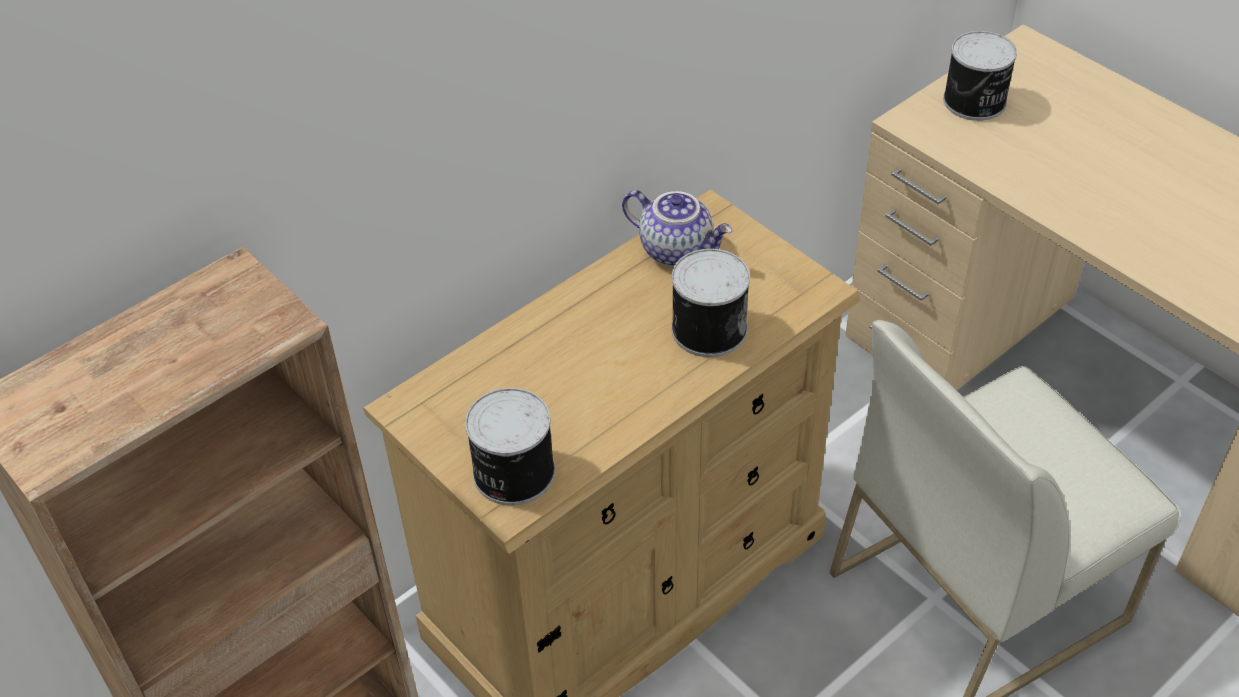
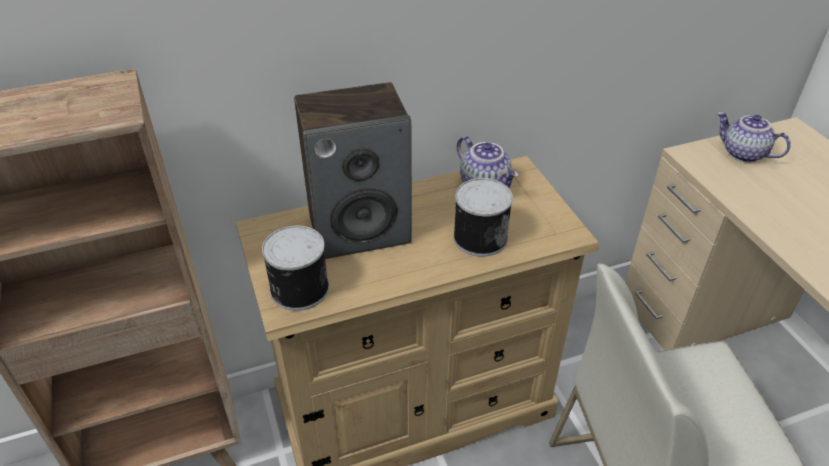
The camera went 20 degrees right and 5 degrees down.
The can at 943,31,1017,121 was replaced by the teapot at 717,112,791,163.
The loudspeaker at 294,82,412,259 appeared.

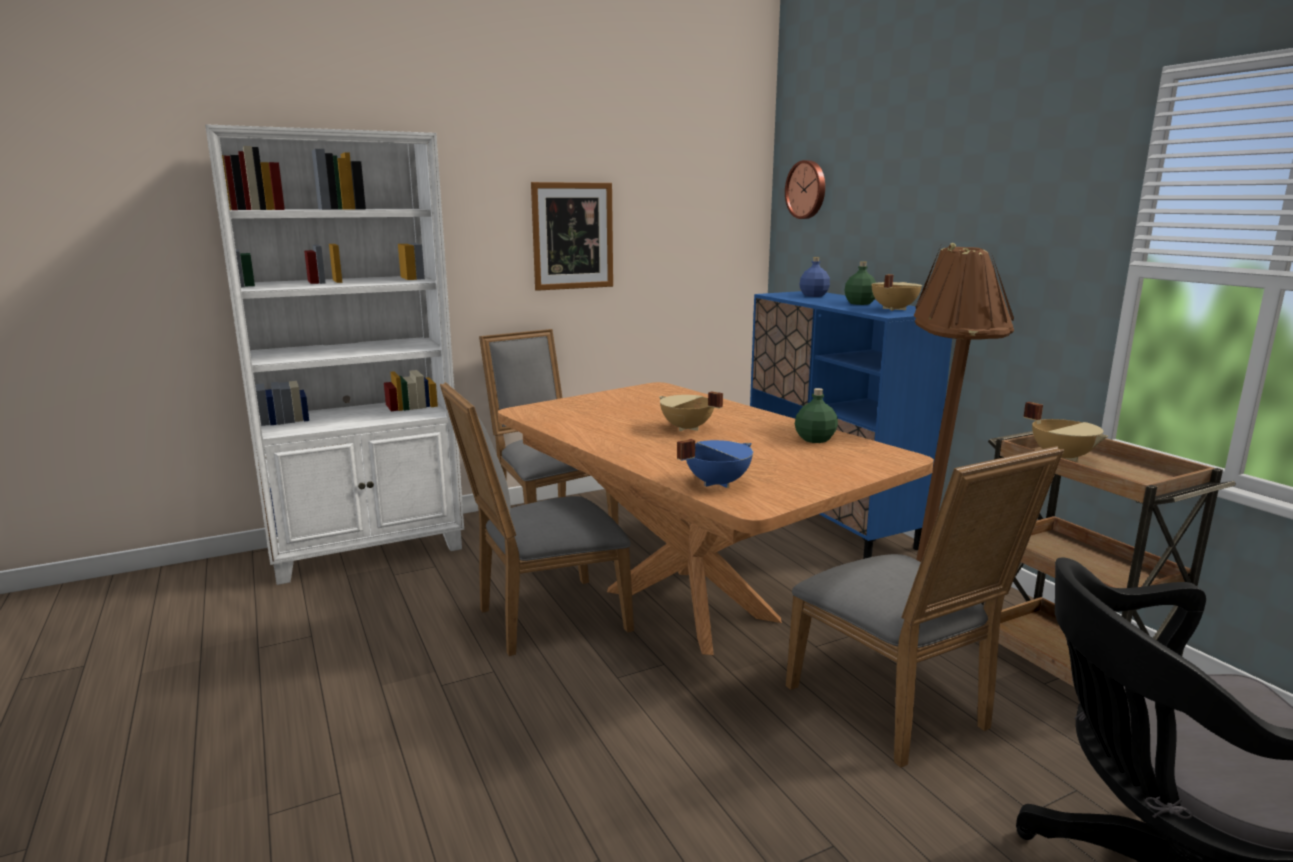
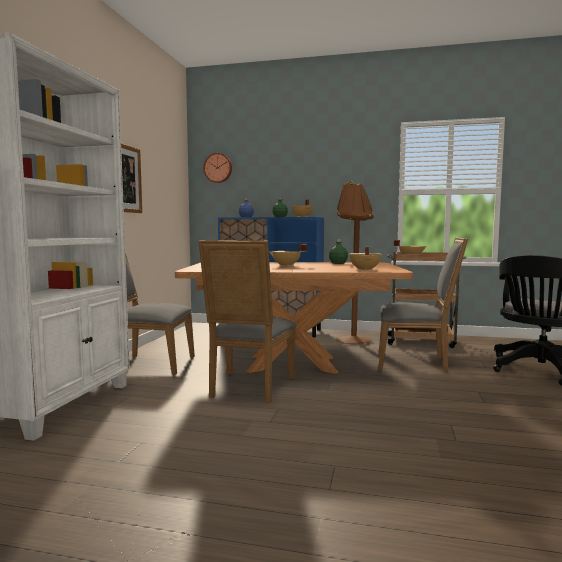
The camera went 50 degrees left and 10 degrees down.
The bluish cooking pot at 677,439,753,488 became the sand-coloured cooking pot at 349,247,382,271.

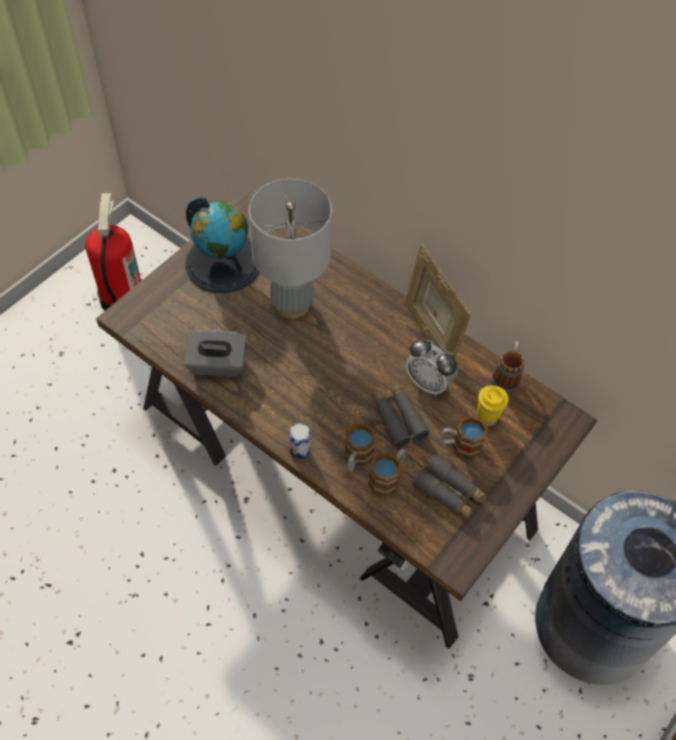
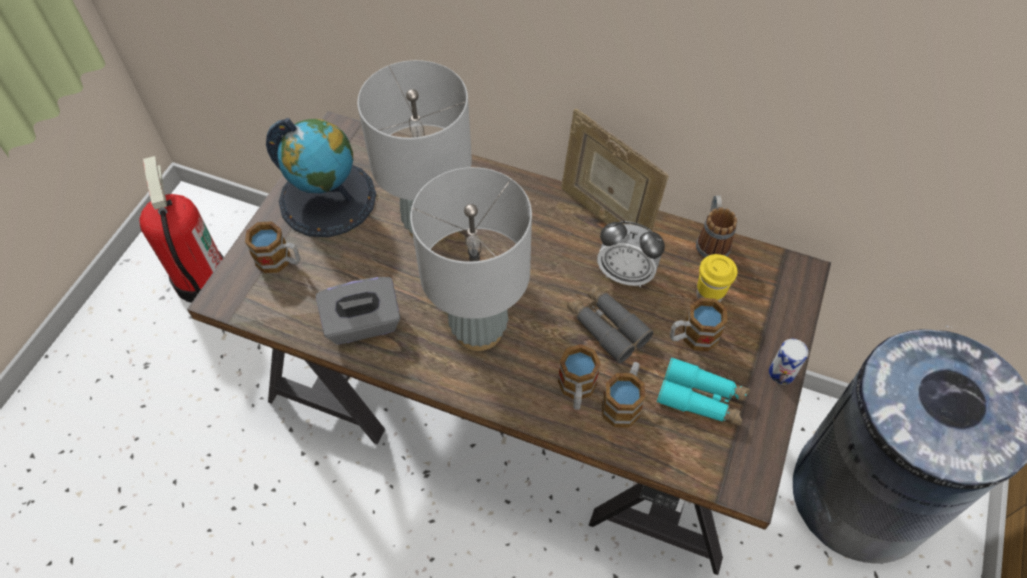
The camera went 15 degrees left and 0 degrees up.
The can moved from 289,423,310,460 to 769,339,809,385.
The greyish pair of binoculars at 412,455,487,520 became the blue-green pair of binoculars at 657,358,751,426.
The greyish lamp for a table at 410,167,532,351 appeared.
The mug at 245,221,300,273 appeared.

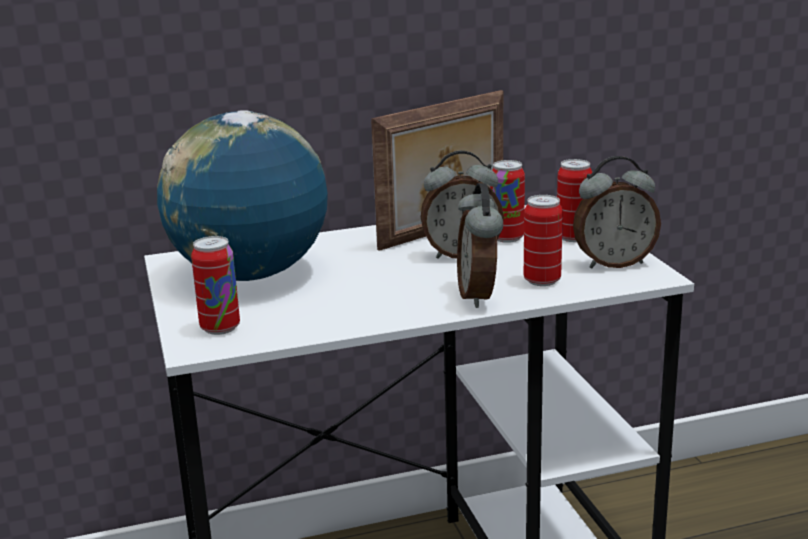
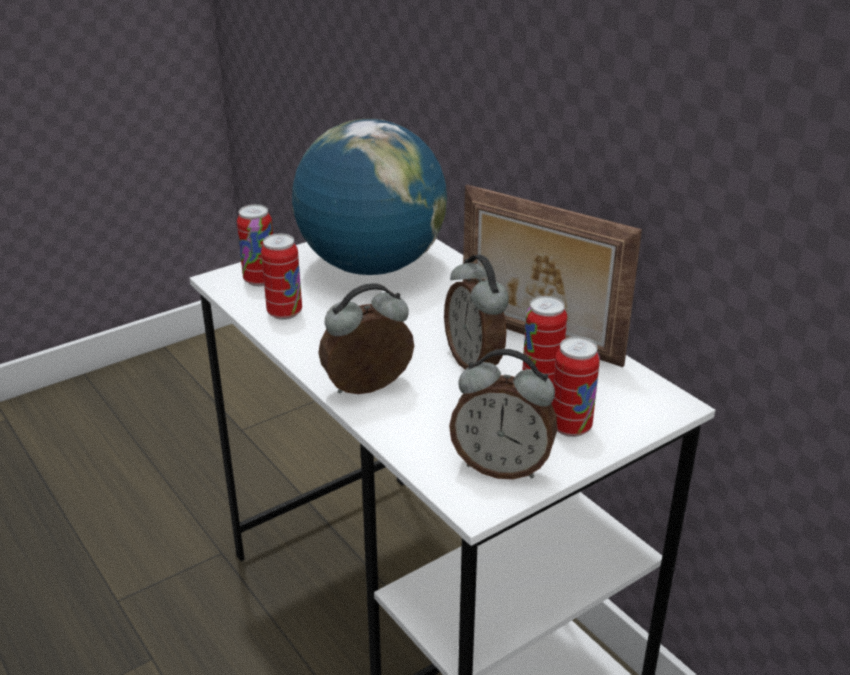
The camera went 70 degrees right and 10 degrees up.
The table clock at 573,156,661,268 turned 45 degrees counterclockwise.
The can moved from 524,195,563,286 to 261,234,302,320.

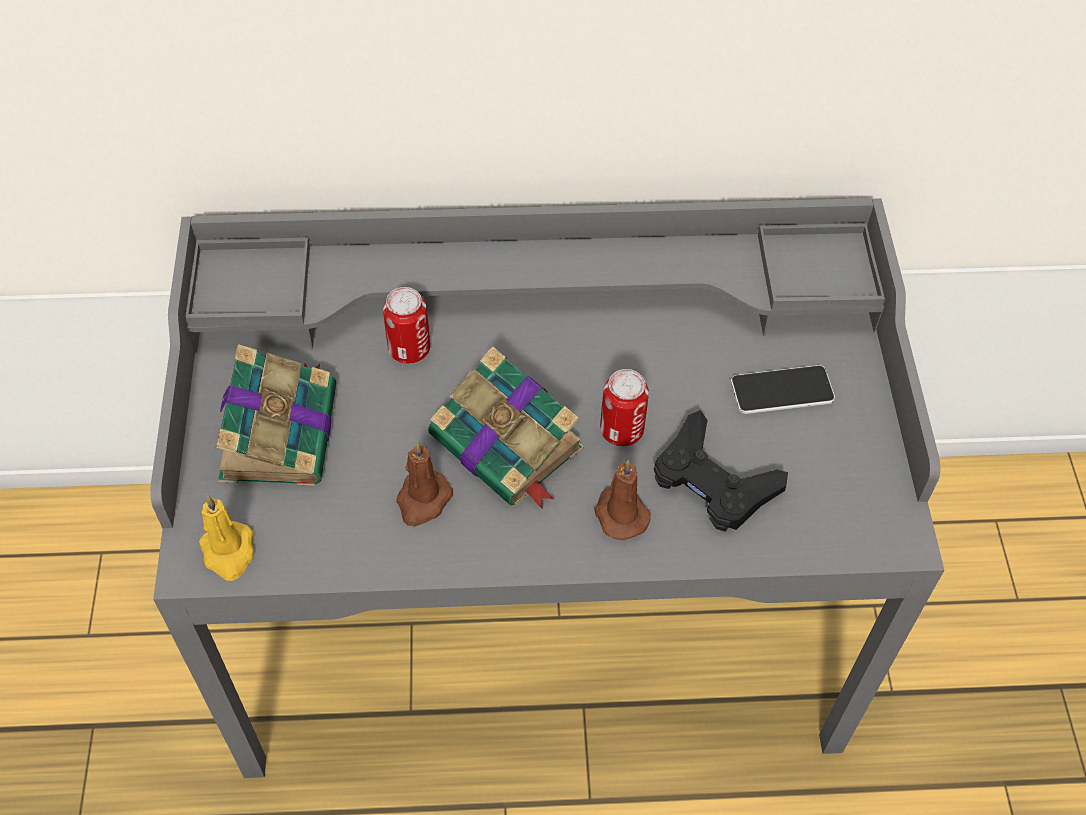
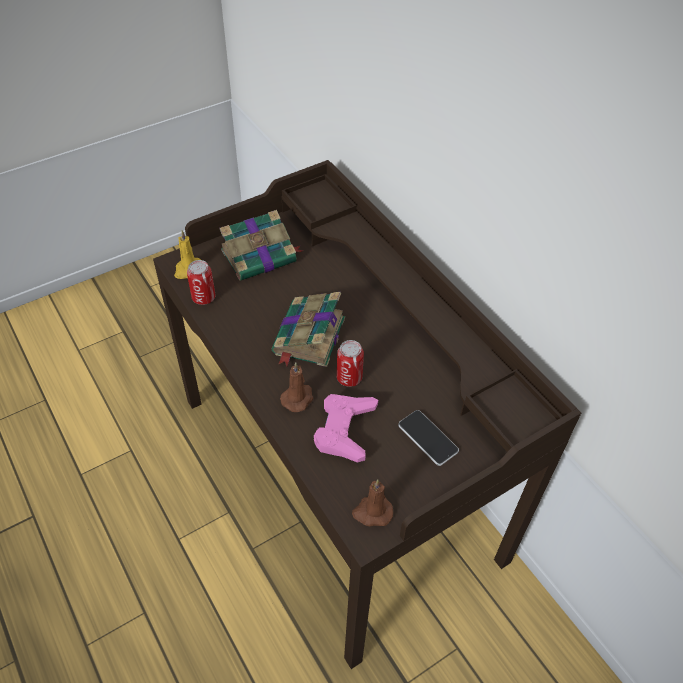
The camera went 60 degrees right and 5 degrees down.
The greyish desk table at 150,198,944,778 became the brown desk table at 153,160,581,669.
The can moved from 383,287,430,364 to 187,260,216,305.
The black-coloured joypad at 654,410,788,532 became the pink-coloured joypad at 314,394,378,463.
The brown candle moved from 396,442,453,526 to 352,479,393,527.

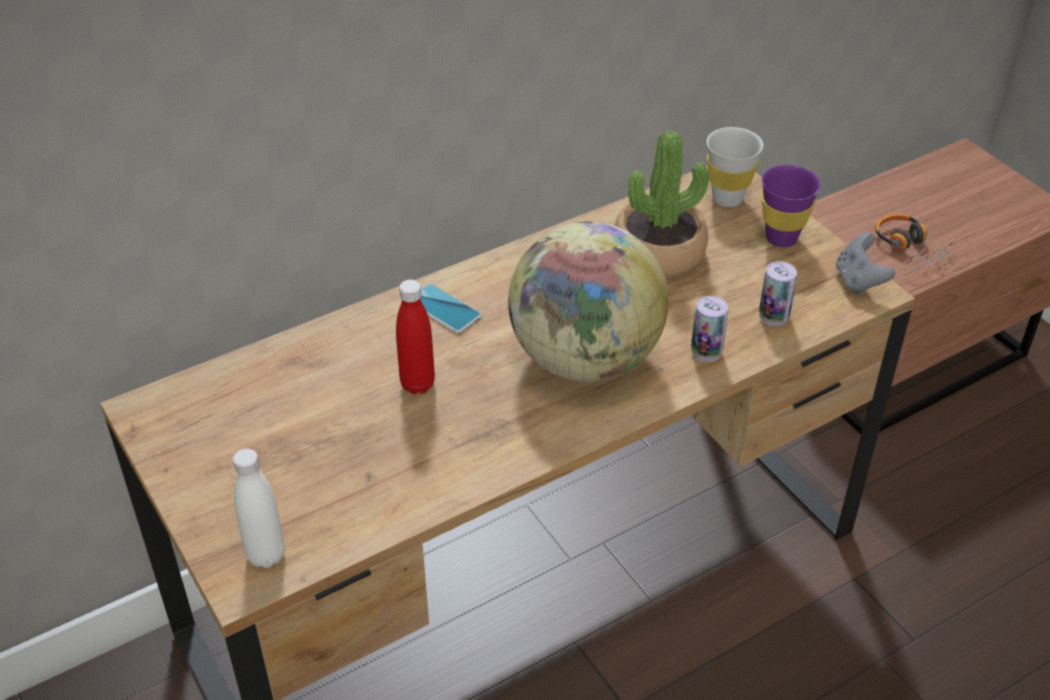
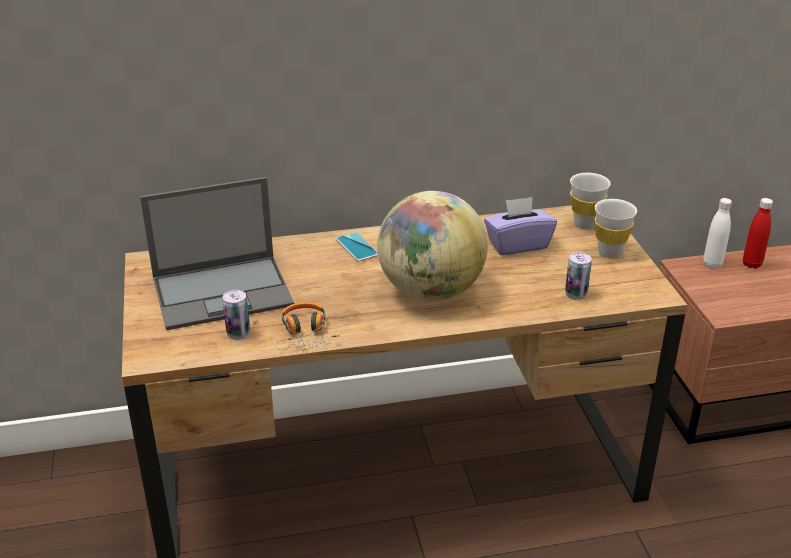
The camera went 20 degrees right and 10 degrees down.
The plant in a pot at 615,130,709,278 was replaced by the purple-coloured tissue holder at 484,197,557,255.
The purple-coloured drinking cup at 761,165,821,247 became the white-coloured drinking cup at 594,199,637,258.
The pair of headphones moved from 875,214,955,271 to 276,302,340,350.
The greyish joypad at 836,233,895,295 disappeared.
The red beverage bottle moved from 396,280,435,394 to 743,198,773,269.
The can moved from 691,296,728,362 to 223,290,250,340.
The white-coloured beverage bottle moved from 233,448,285,568 to 703,198,732,269.
The laptop at 140,177,294,330 appeared.

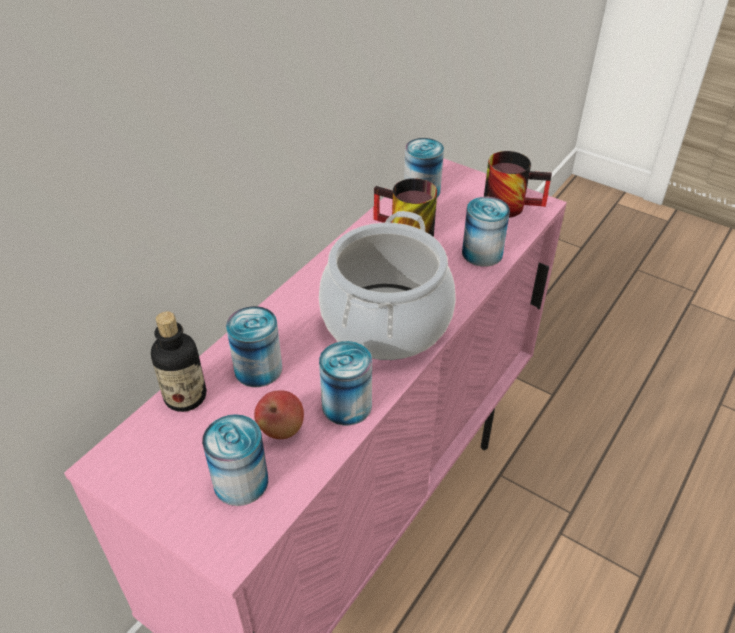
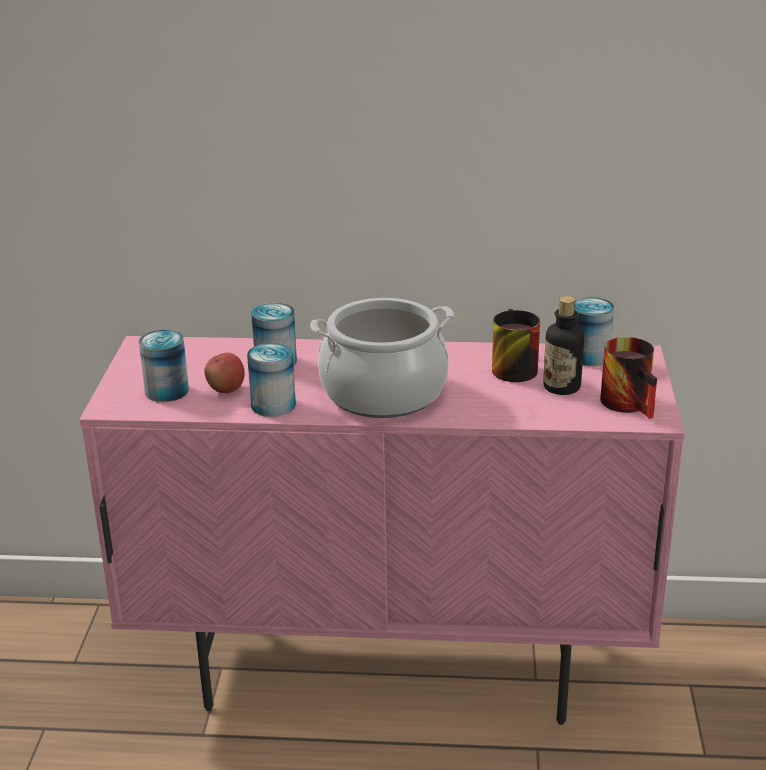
The camera went 60 degrees right and 15 degrees down.
The can at 462,197,510,267 disappeared.
The beverage bottle moved from 151,311,207,412 to 543,296,584,395.

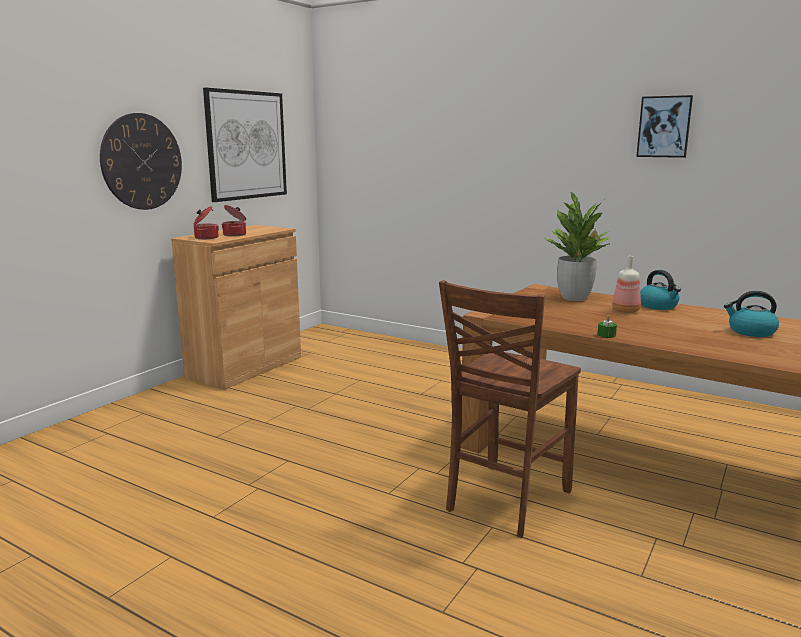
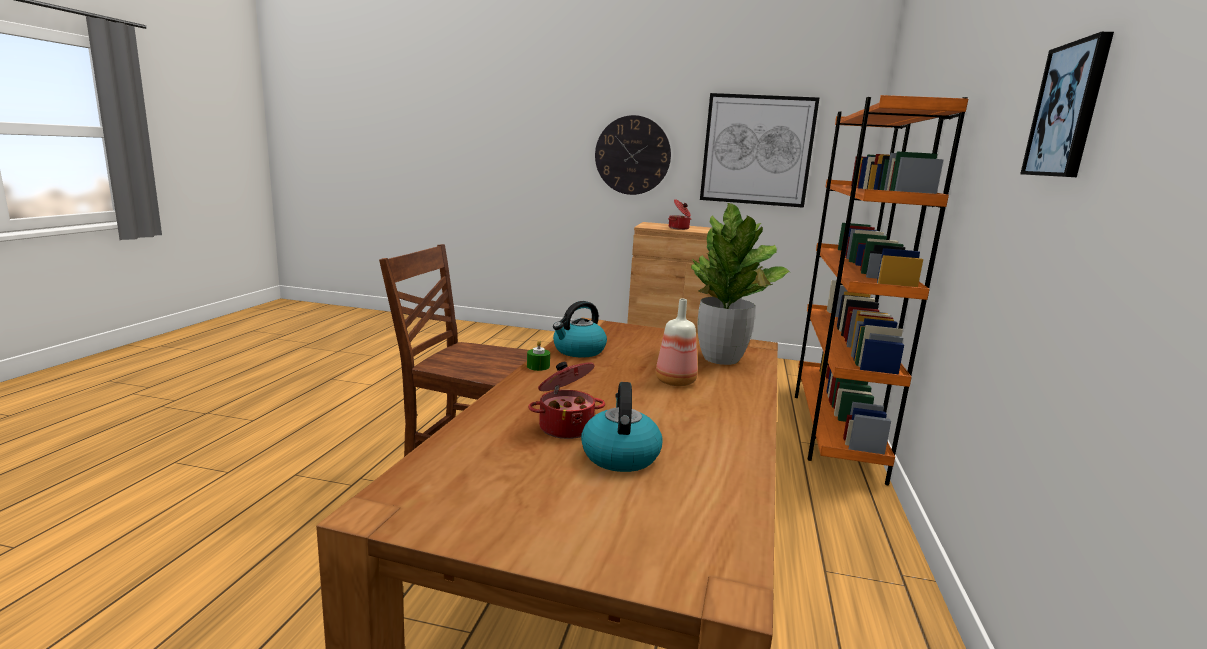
The camera went 70 degrees right and 0 degrees up.
The cooking pot moved from 193,206,219,239 to 528,361,605,439.
The kettle moved from 640,270,681,310 to 553,301,607,357.
The orange bookshelf at 795,95,968,485 appeared.

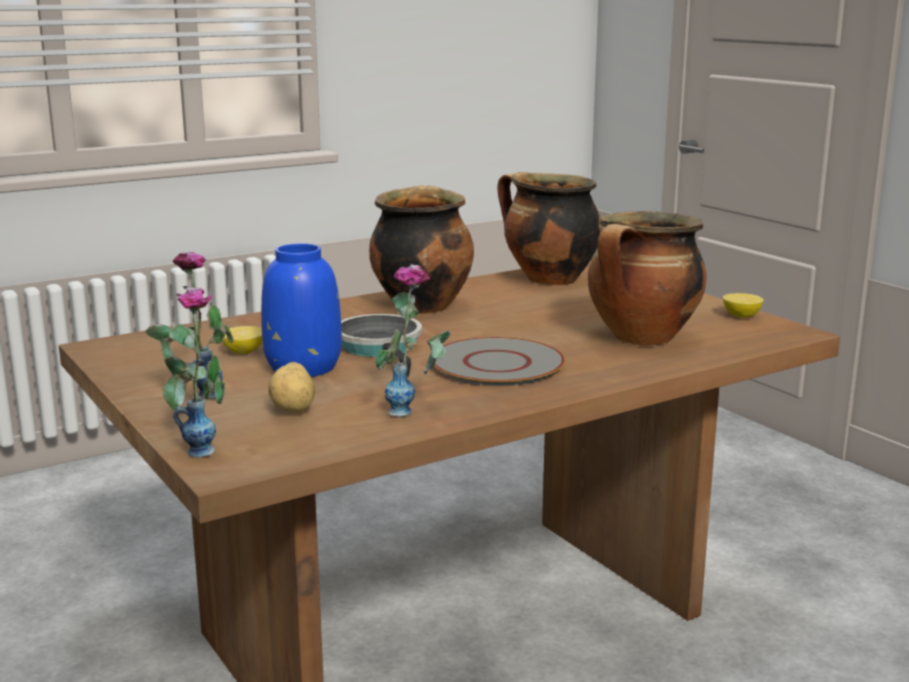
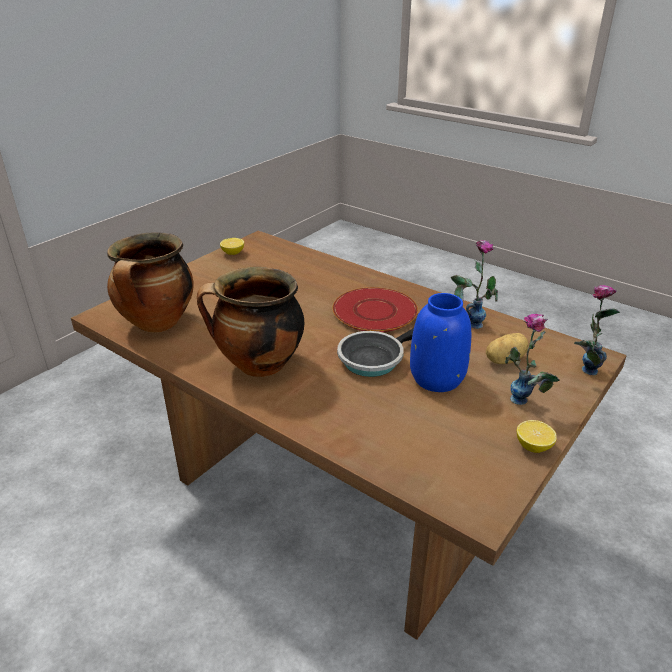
The camera went 110 degrees left and 15 degrees up.
The cooking pot at 588,211,706,346 disappeared.
The citrus fruit moved from 223,326,263,355 to 517,420,557,453.
The greyish flat dish at 434,337,565,386 became the red flat dish at 332,287,418,332.

